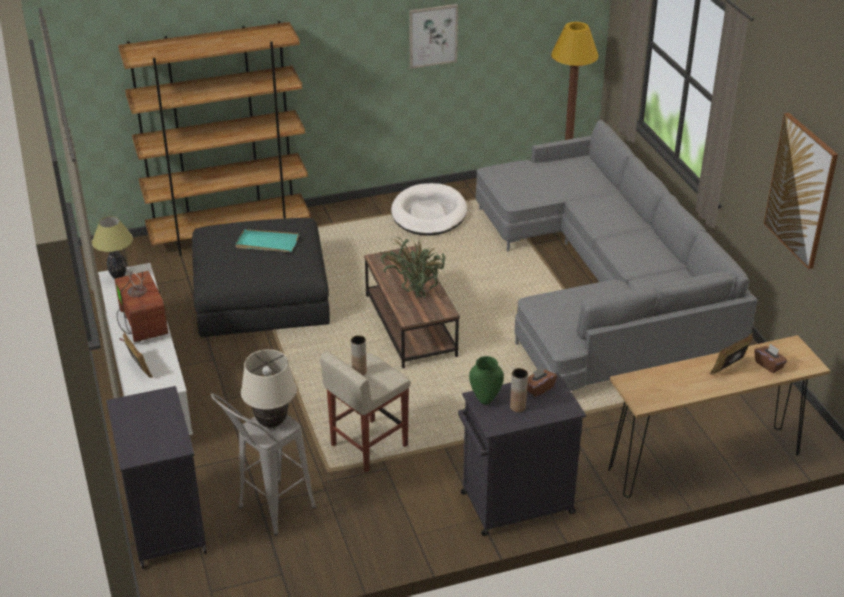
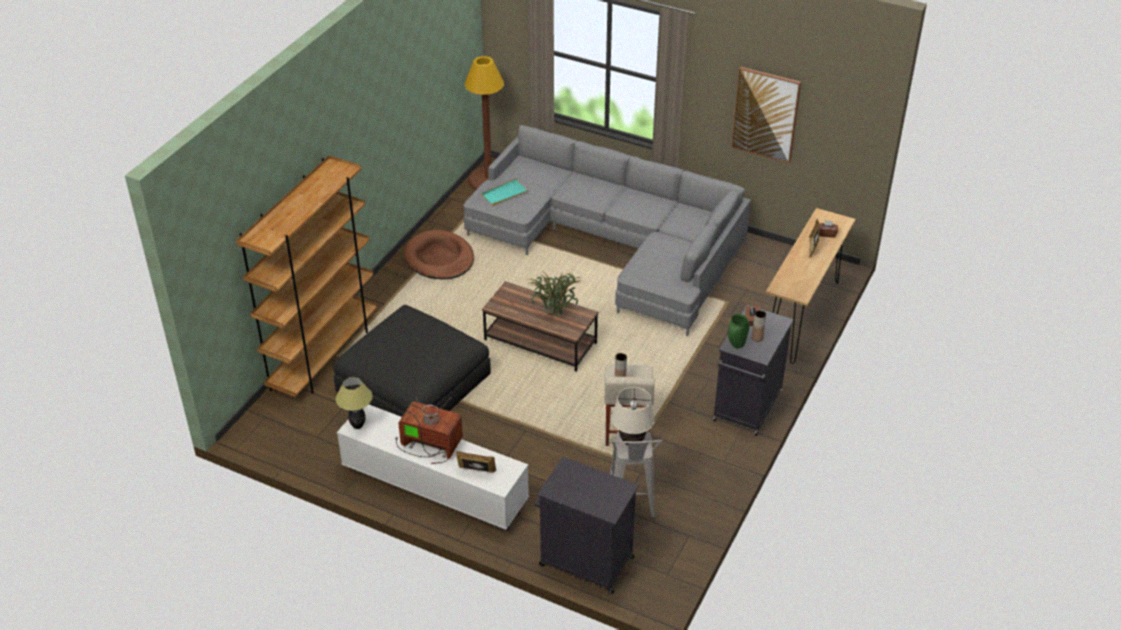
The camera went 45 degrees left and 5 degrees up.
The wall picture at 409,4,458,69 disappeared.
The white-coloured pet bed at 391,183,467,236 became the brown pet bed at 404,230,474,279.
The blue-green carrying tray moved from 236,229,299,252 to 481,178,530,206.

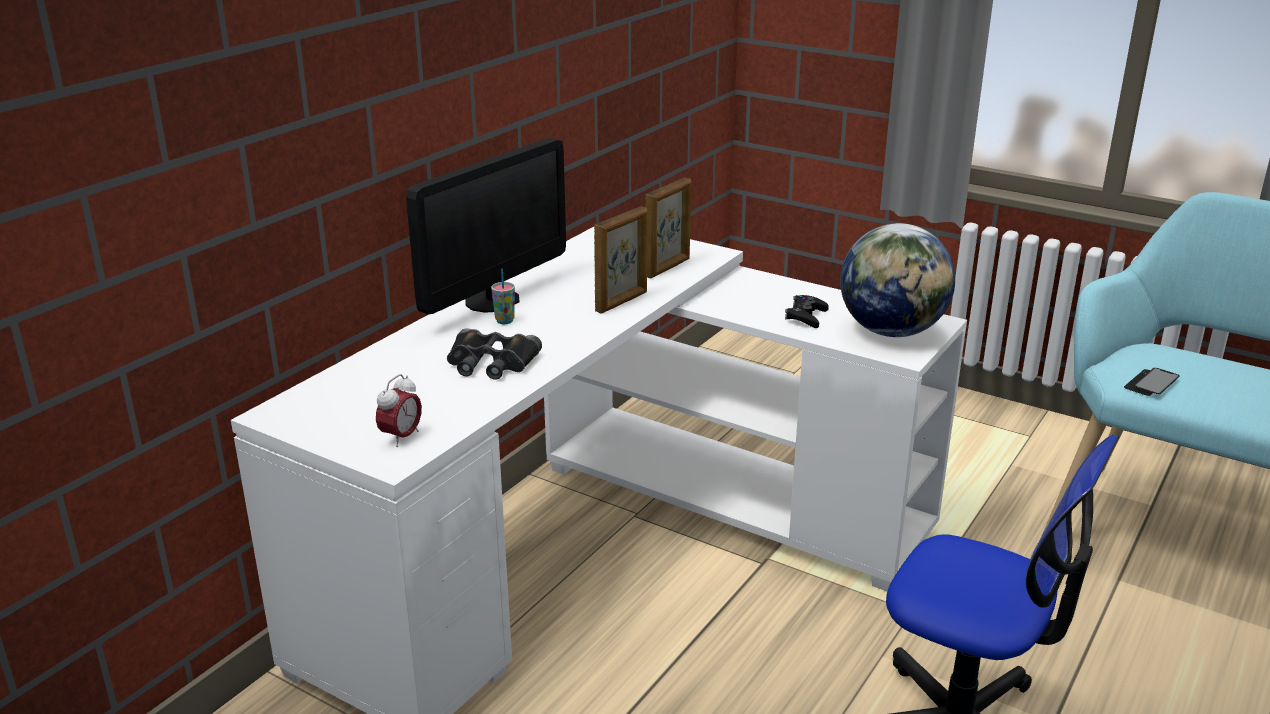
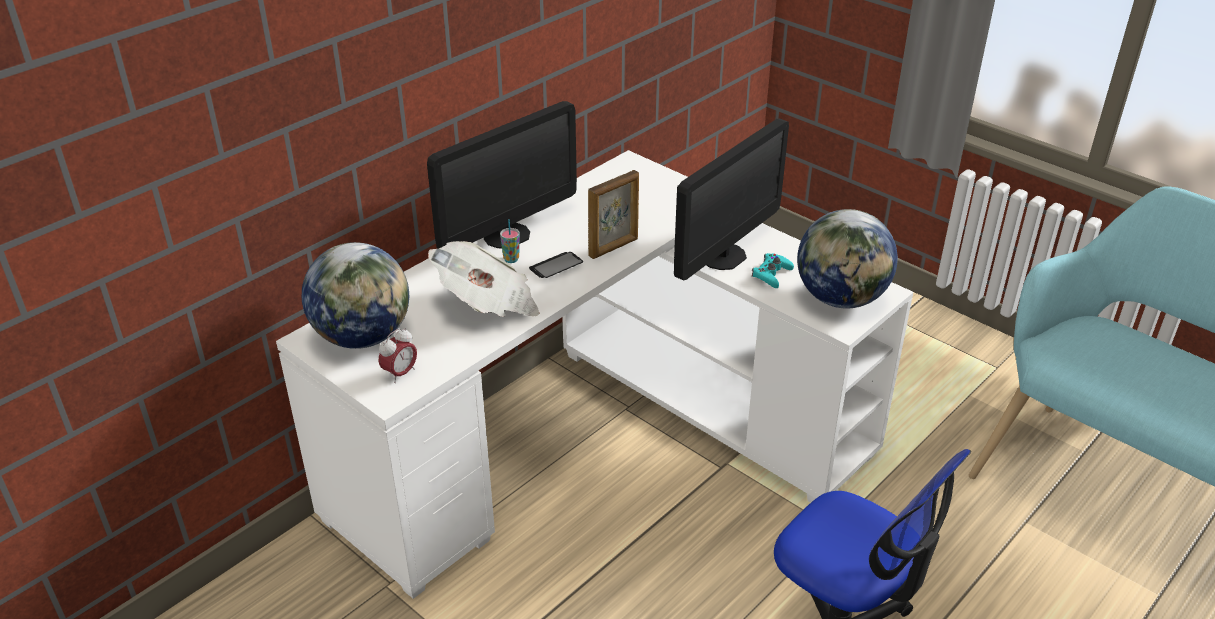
The camera went 10 degrees right and 10 degrees up.
The photo frame at 645,178,691,279 disappeared.
The black-coloured joypad at 785,295,829,328 became the blue-green joypad at 752,253,794,288.
The black-coloured pair of binoculars at 447,328,542,380 was replaced by the daily paper at 428,241,540,317.
The telephone moved from 1124,368,1180,396 to 529,252,583,278.
The computer screen at 674,118,789,281 appeared.
The globe at 302,242,409,349 appeared.

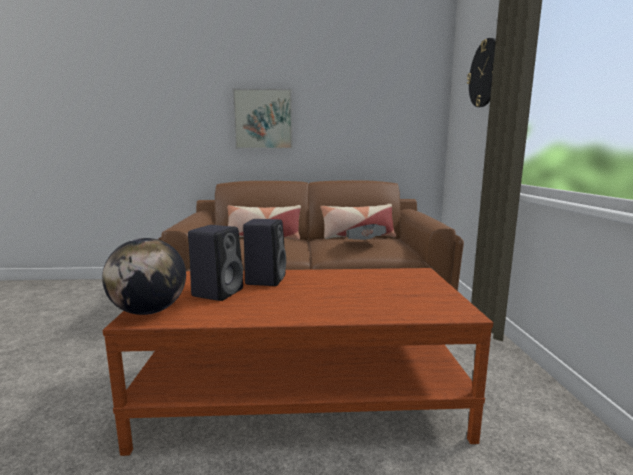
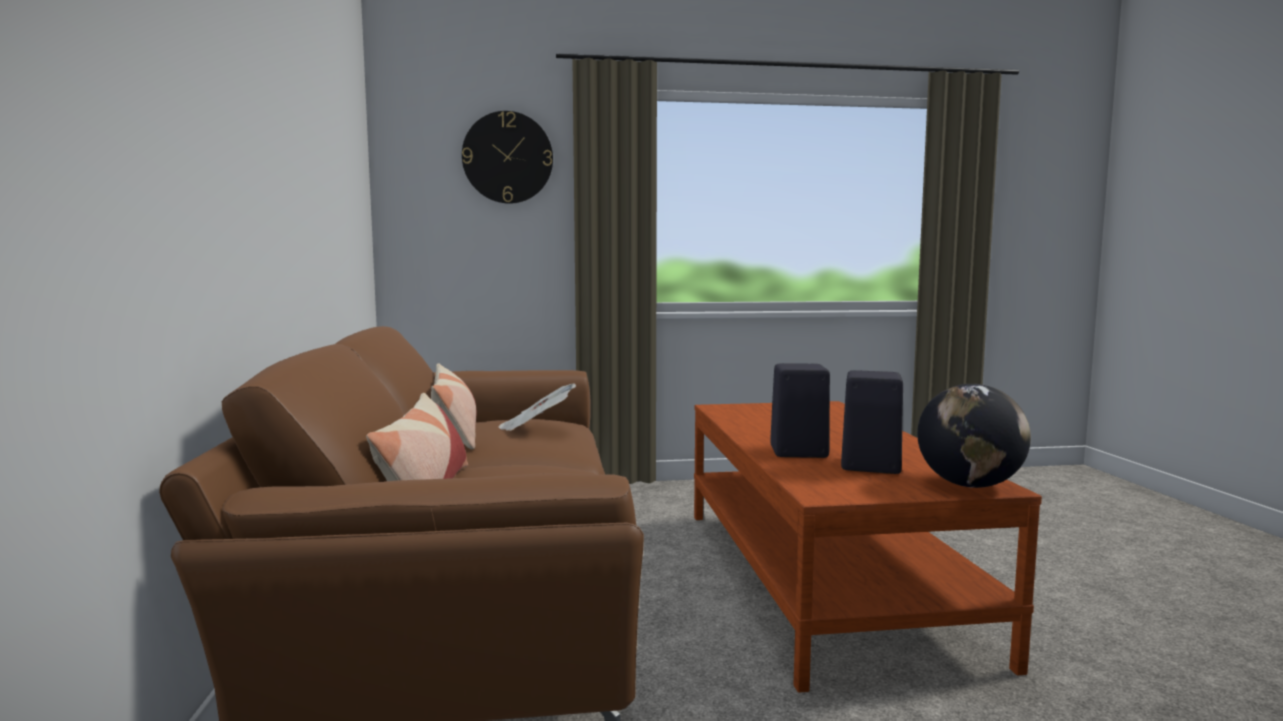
The camera went 95 degrees left and 5 degrees down.
The wall picture at 232,88,293,149 disappeared.

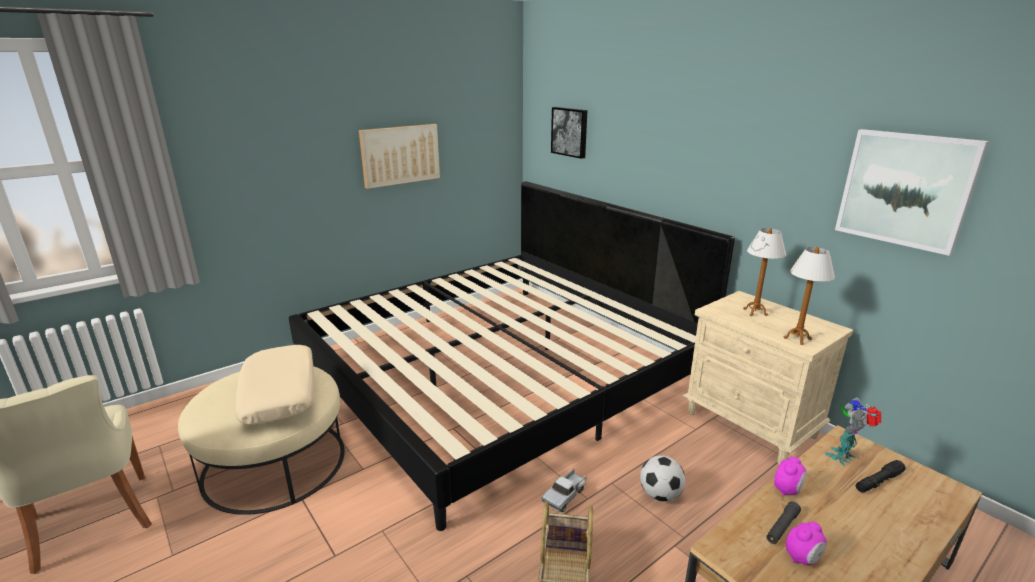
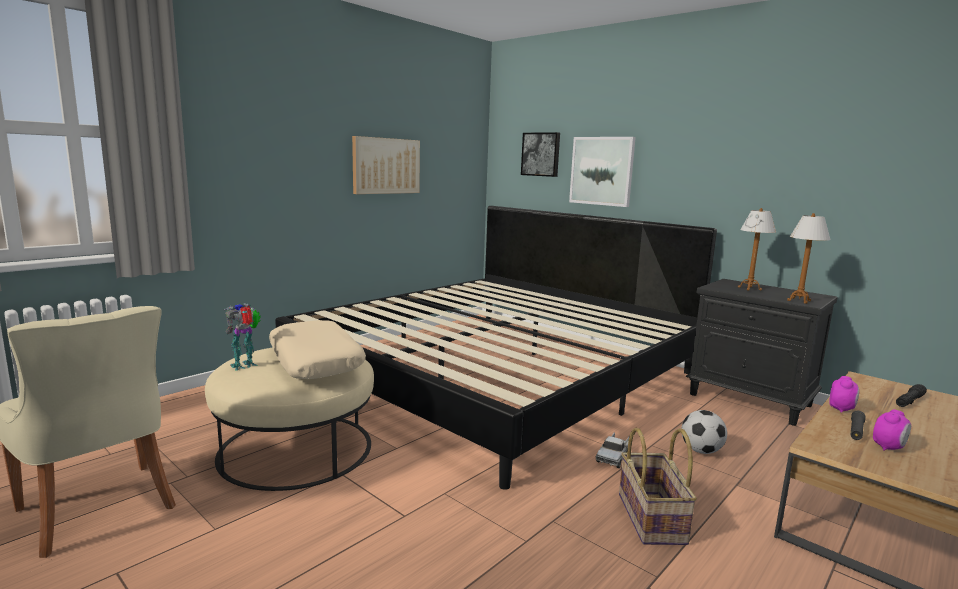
The camera went 10 degrees left and 10 degrees down.
The wall picture moved from 835,129,989,256 to 569,137,636,207.
The sand-coloured night table at 683,291,853,465 became the black-coloured night table at 686,279,838,426.
The robot figure moved from 825,398,881,466 to 223,303,261,371.

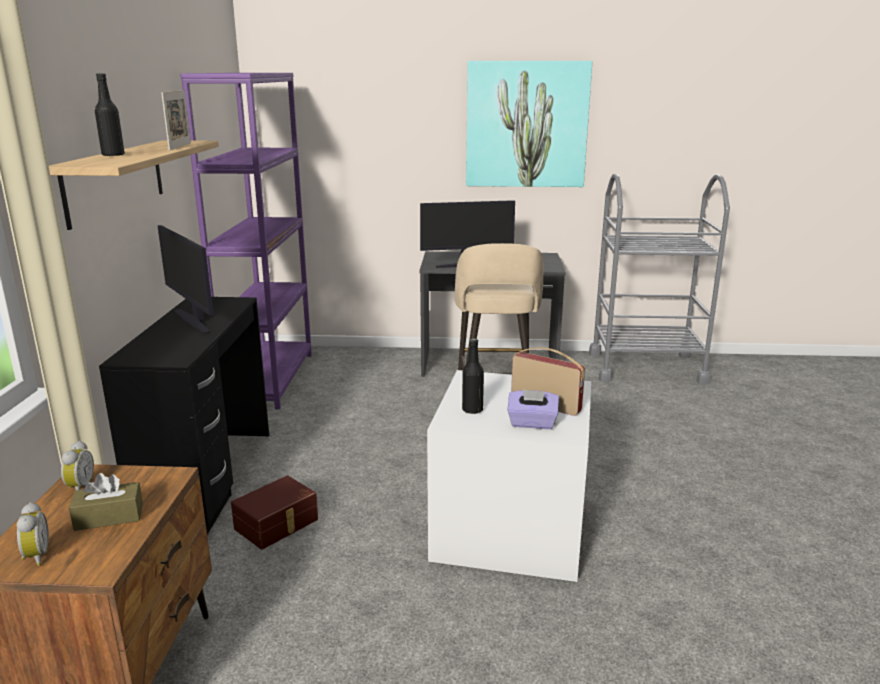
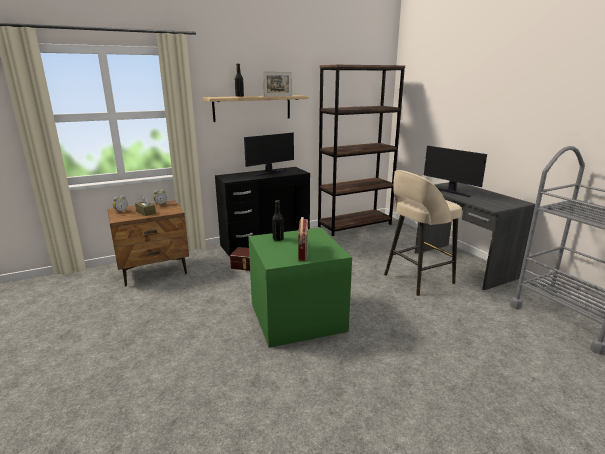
The camera went 60 degrees right and 0 degrees up.
The wall picture at 466,61,592,187 disappeared.
The purple-coloured bookshelf at 180,73,312,410 became the brown bookshelf at 318,65,405,236.
The computer screen at 157,225,213,334 turned 150 degrees counterclockwise.
The white-coloured storage bin at 427,370,591,582 became the greenish storage bin at 248,228,352,348.
The purple-coloured tissue holder at 507,389,559,429 disappeared.

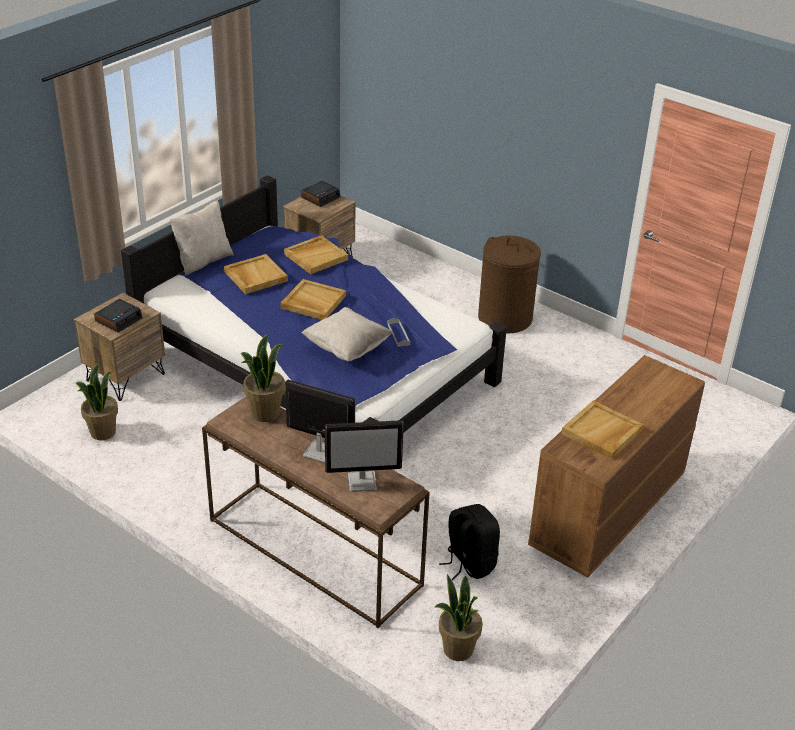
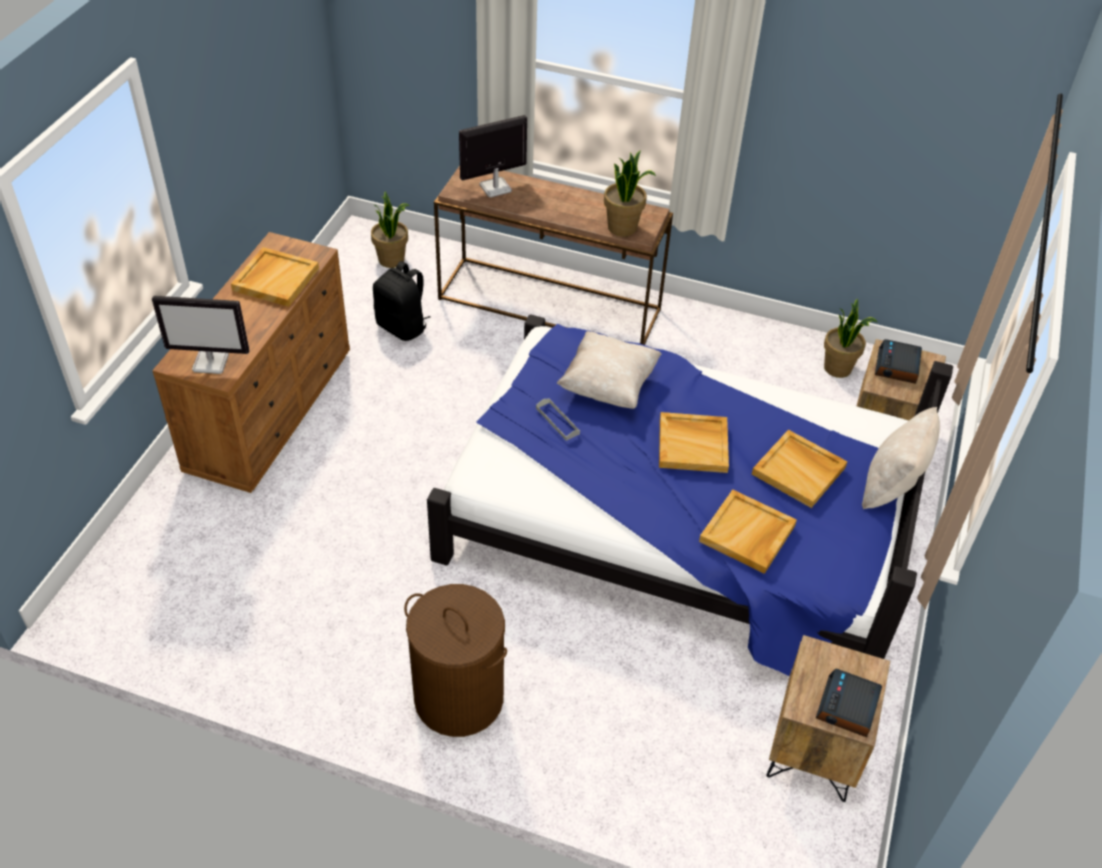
The camera went 160 degrees right and 10 degrees up.
The computer screen moved from 285,379,355,463 to 152,296,250,374.

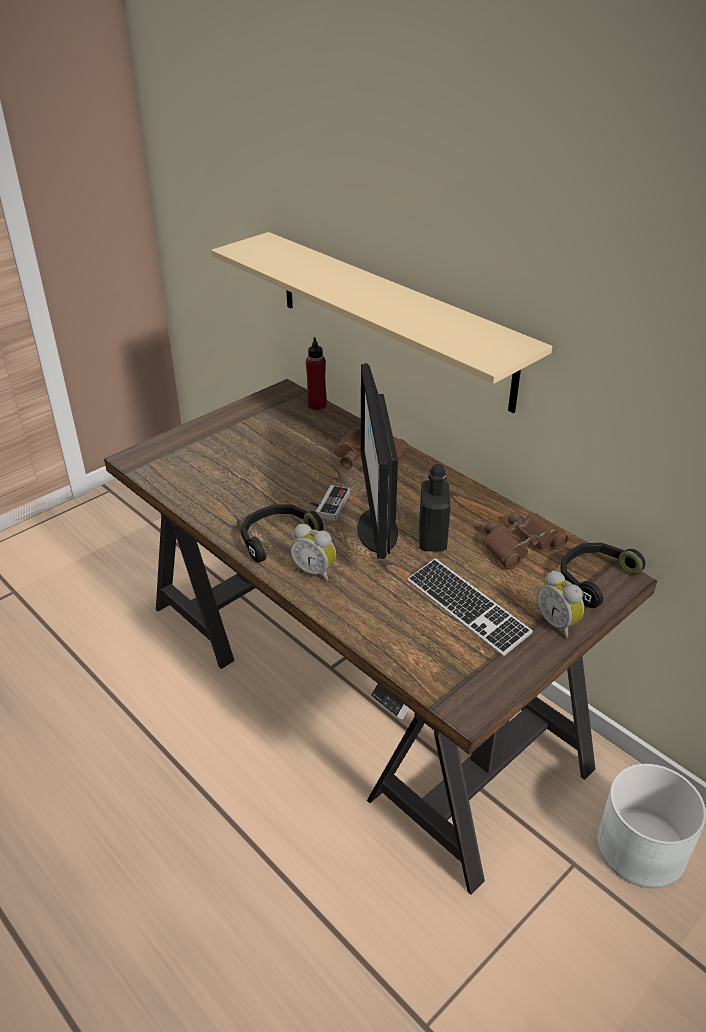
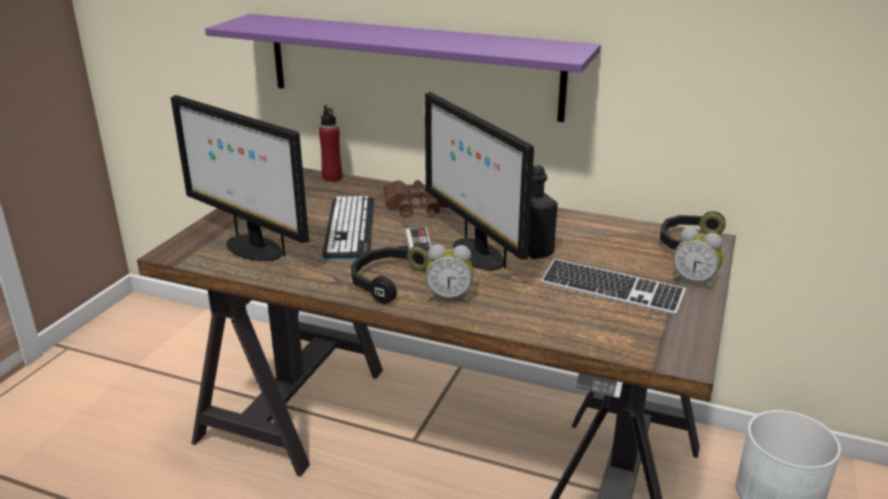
The camera went 25 degrees left and 10 degrees down.
The sand-coloured shelf at 211,232,552,413 became the purple-coloured shelf at 205,14,601,122.
The brown pair of binoculars at 484,511,569,570 disappeared.
The computer screen at 171,95,309,261 appeared.
The computer keyboard at 323,196,374,259 appeared.

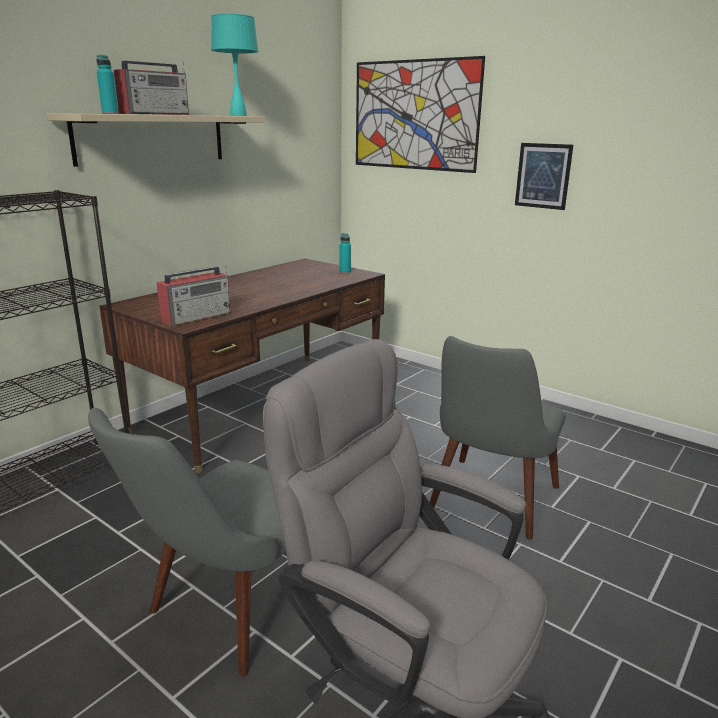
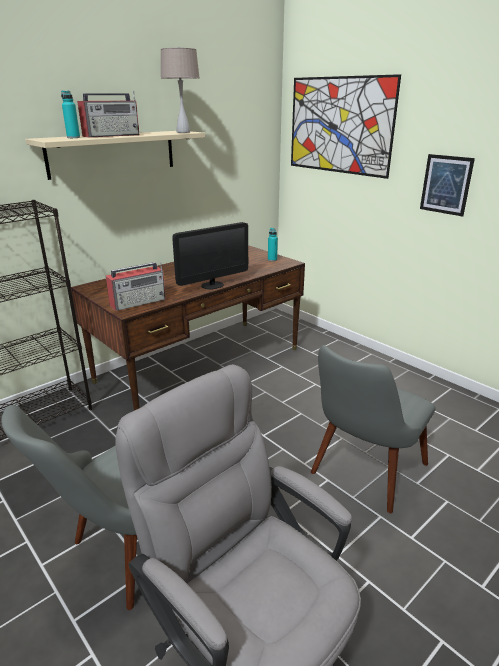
The camera went 10 degrees right and 5 degrees up.
The blue-green lamp for a table at 211,14,258,116 became the sand-coloured lamp for a table at 161,47,200,133.
The computer screen at 172,222,248,290 appeared.

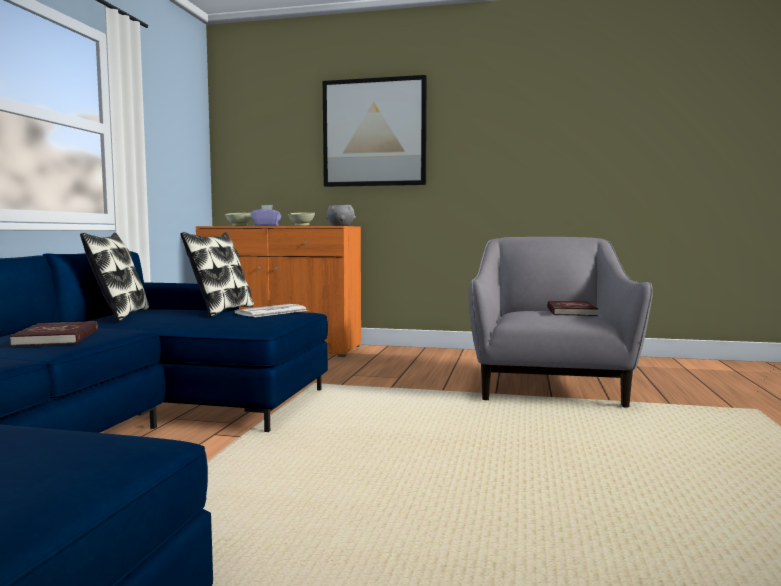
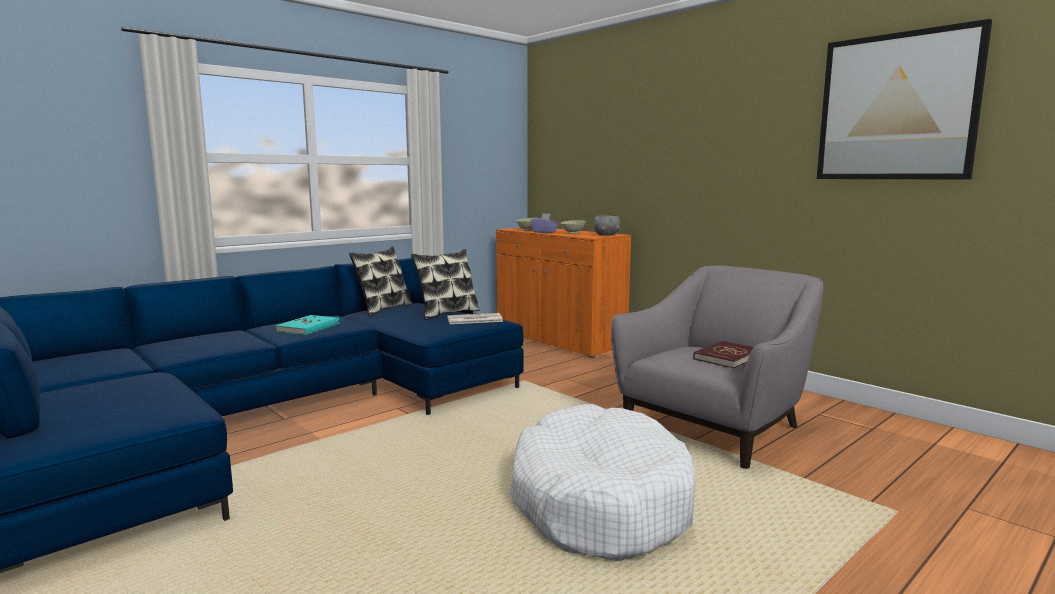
The camera went 35 degrees right and 5 degrees up.
The wall picture moved from 323,75,427,187 to 817,19,992,180.
The red book at 10,321,98,346 became the blue-green book at 276,315,340,335.
The white-coloured pet bed at 509,404,695,561 appeared.

